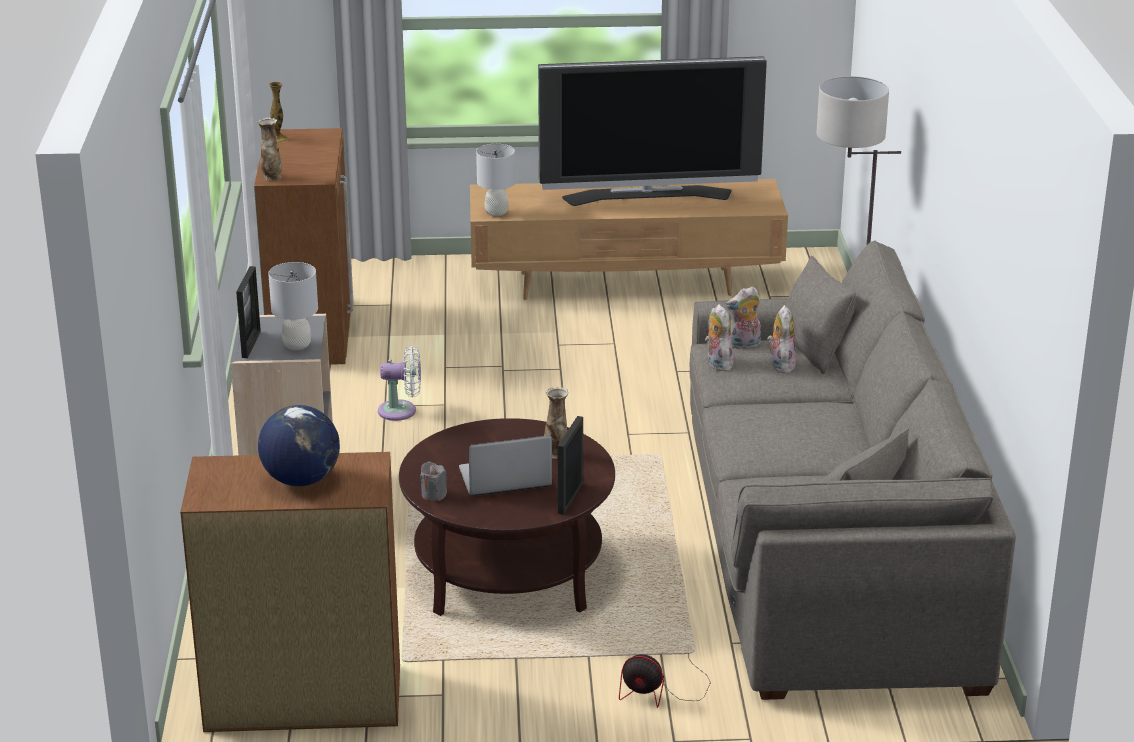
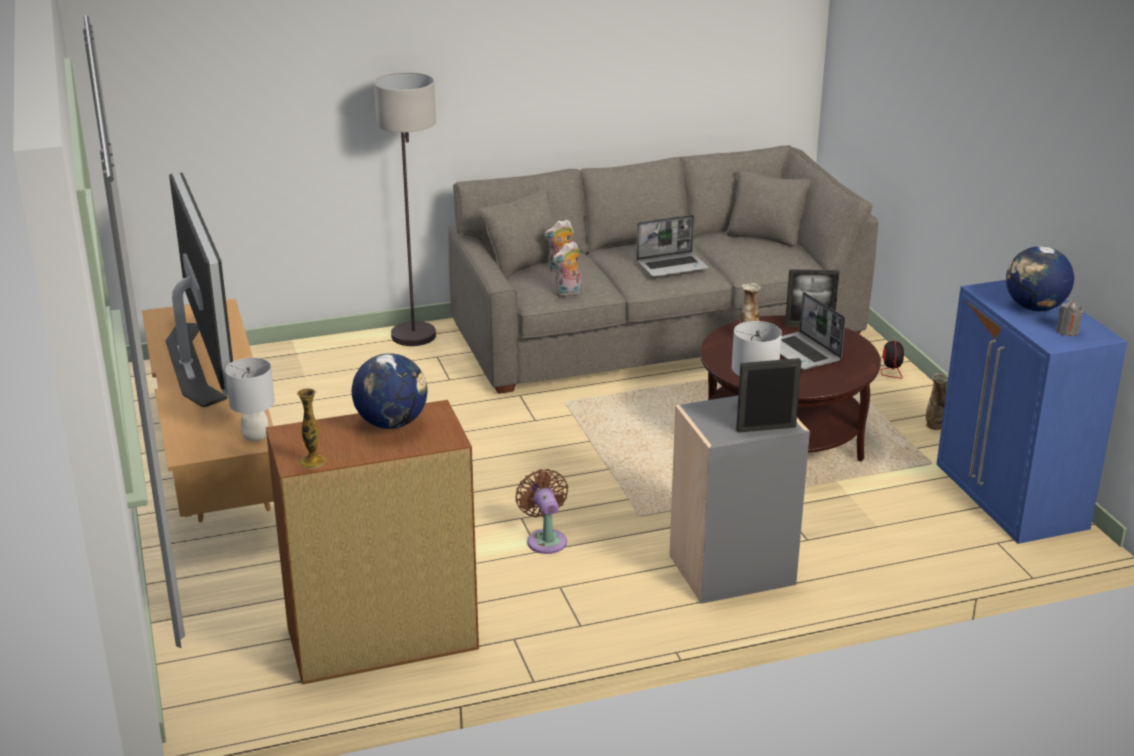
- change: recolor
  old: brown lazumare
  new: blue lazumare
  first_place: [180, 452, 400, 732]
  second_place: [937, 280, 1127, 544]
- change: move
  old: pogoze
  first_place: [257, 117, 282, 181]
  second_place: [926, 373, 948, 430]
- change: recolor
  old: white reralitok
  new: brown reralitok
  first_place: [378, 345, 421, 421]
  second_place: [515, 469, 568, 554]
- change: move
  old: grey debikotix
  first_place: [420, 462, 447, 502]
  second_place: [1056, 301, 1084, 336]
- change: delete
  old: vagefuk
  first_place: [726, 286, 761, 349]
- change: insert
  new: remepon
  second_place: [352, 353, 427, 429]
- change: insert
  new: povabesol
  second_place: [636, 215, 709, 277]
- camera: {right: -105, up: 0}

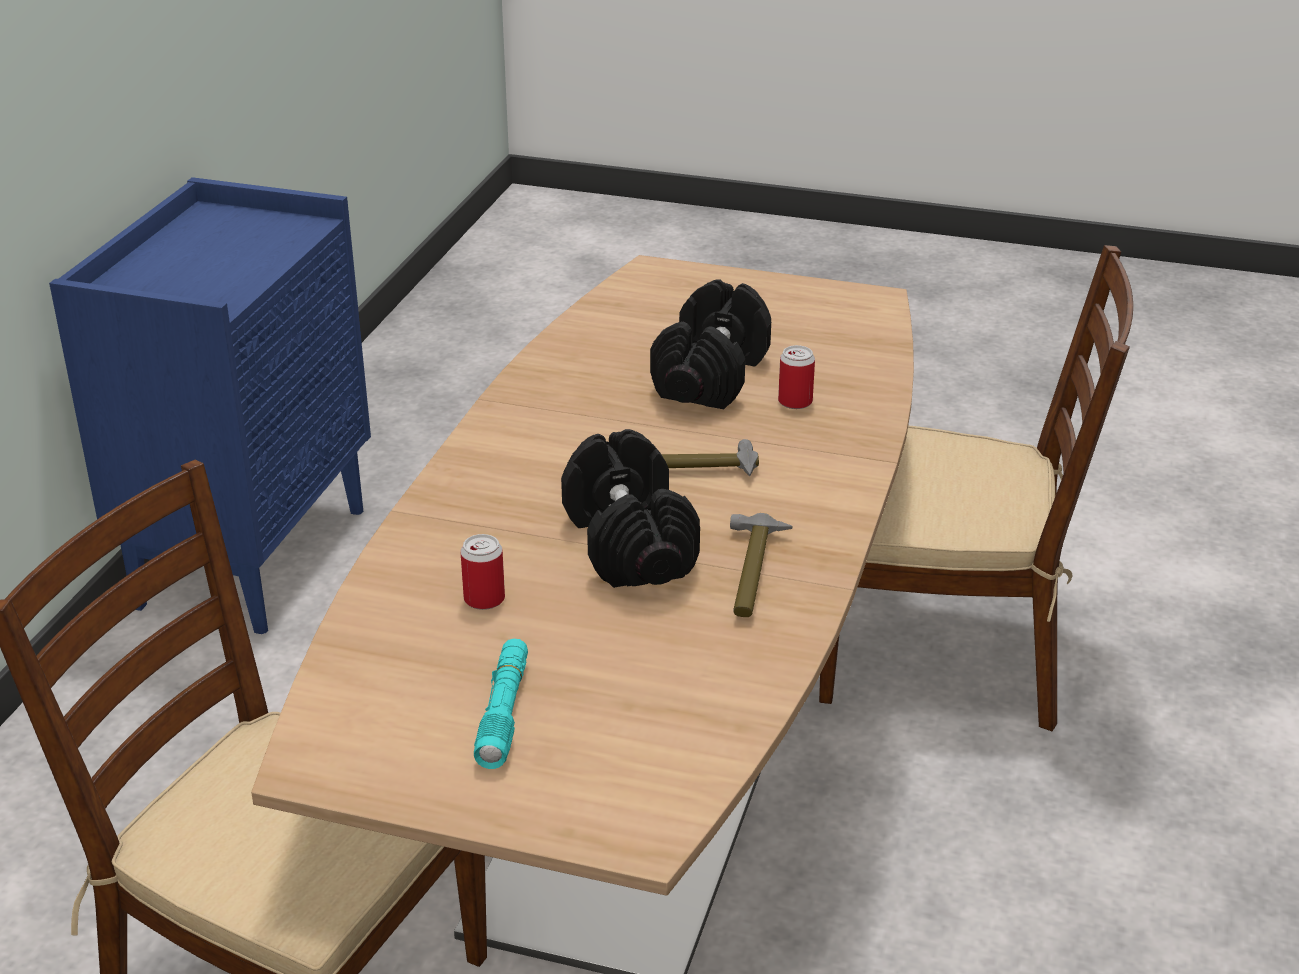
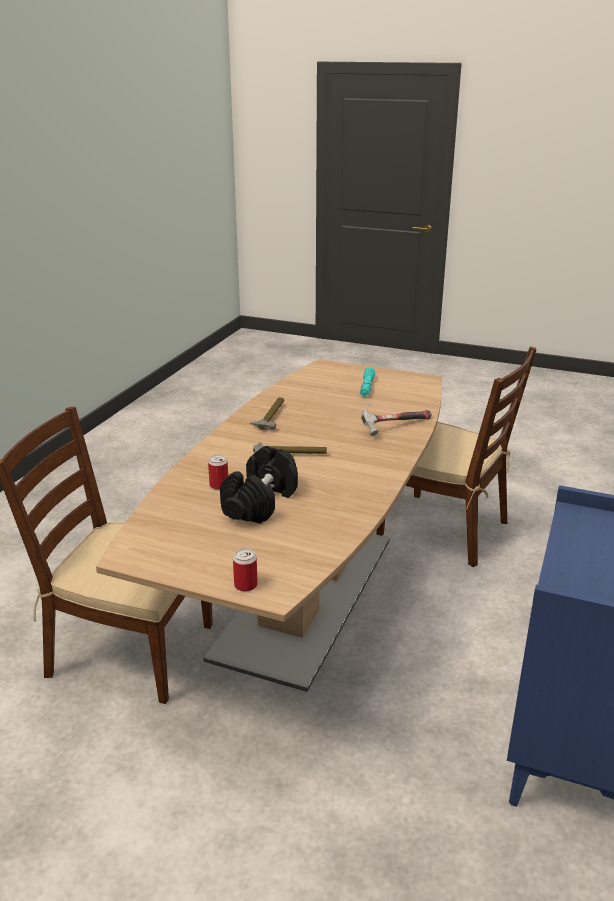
- change: move
  old: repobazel
  first_place: [460, 534, 505, 610]
  second_place: [233, 548, 258, 592]
- change: delete
  old: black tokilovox
  first_place: [561, 429, 700, 588]
- change: insert
  new: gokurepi
  second_place: [361, 402, 431, 436]
- camera: {right: -175, up: -5}

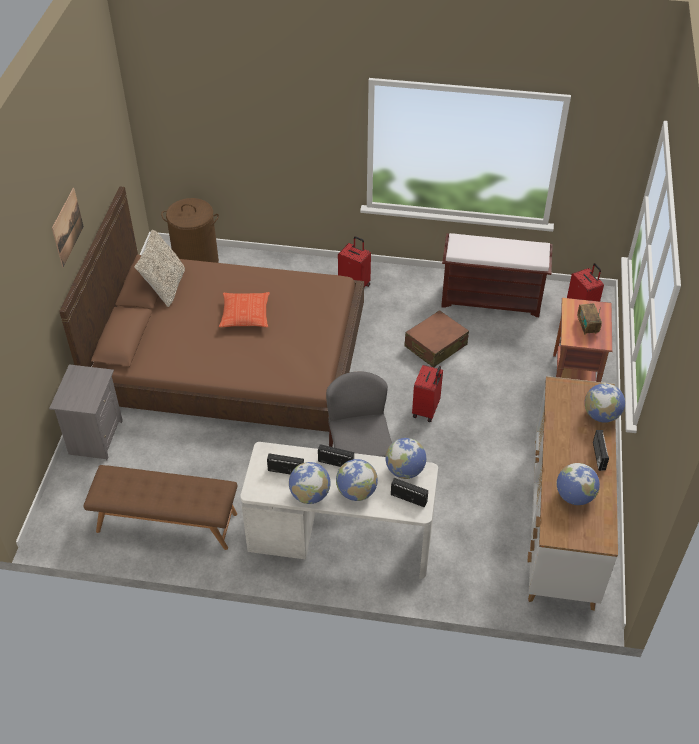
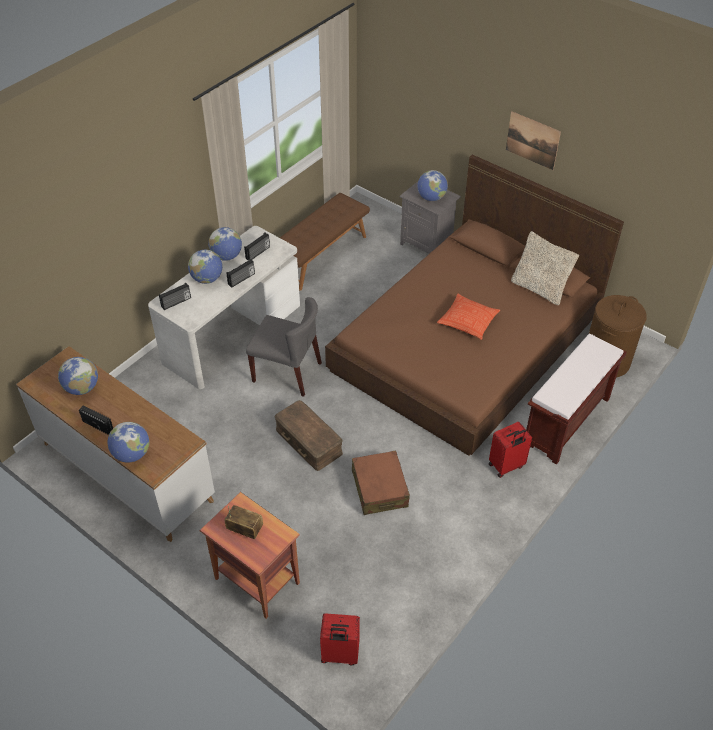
- change: move
  old: remepon
  first_place: [385, 438, 426, 479]
  second_place: [417, 170, 448, 201]
- change: replace
  old: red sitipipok
  new: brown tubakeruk
  first_place: [412, 365, 443, 422]
  second_place: [274, 400, 343, 471]
- change: move
  old: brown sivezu
  first_place: [441, 233, 553, 317]
  second_place: [526, 334, 627, 465]
- camera: {right: 120, up: 0}

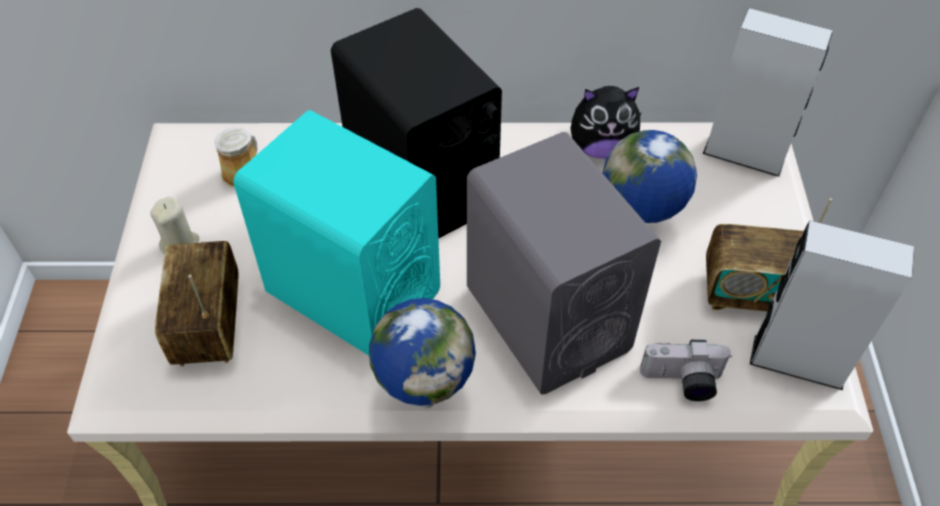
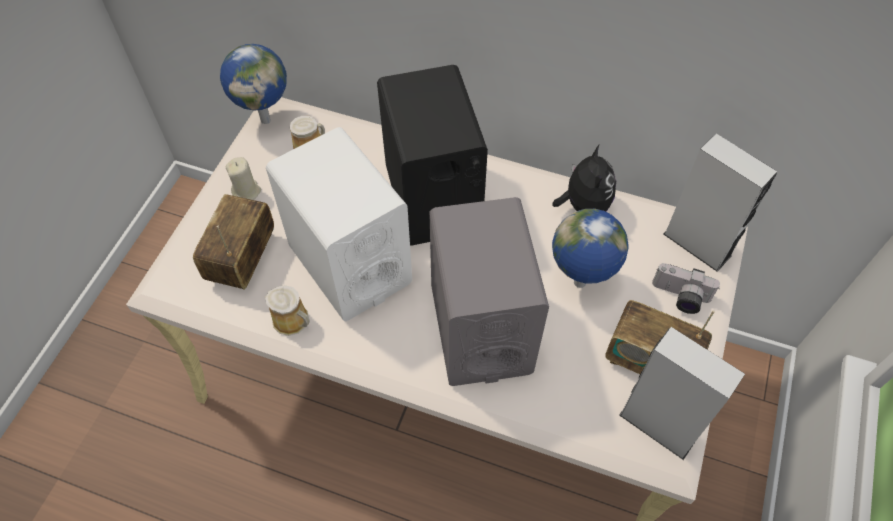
- change: recolor
  old: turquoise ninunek
  new: white ninunek
  first_place: [233, 110, 440, 355]
  second_place: [266, 127, 412, 321]
- change: move
  old: remepon
  first_place: [369, 298, 476, 408]
  second_place: [220, 44, 287, 124]
- change: rotate
  old: vagefuk
  first_place: [571, 86, 642, 159]
  second_place: [552, 145, 616, 212]
  degrees: -105
- change: move
  old: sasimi
  first_place: [640, 340, 731, 401]
  second_place: [652, 263, 720, 314]
- change: insert
  new: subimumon
  second_place: [265, 285, 310, 336]
- camera: {right: 20, up: 5}

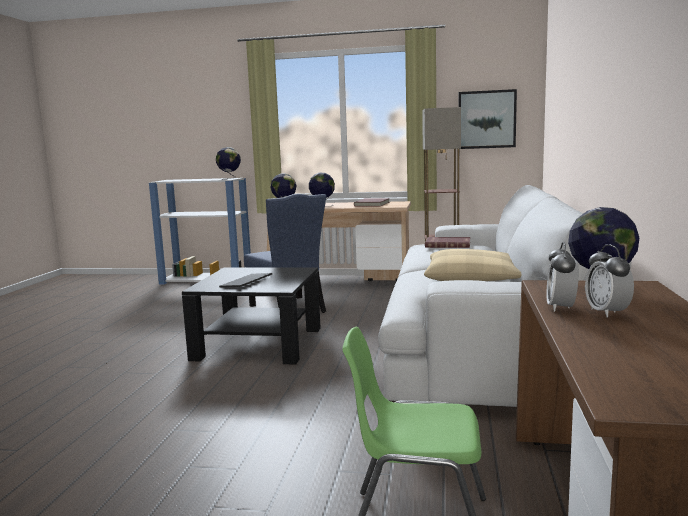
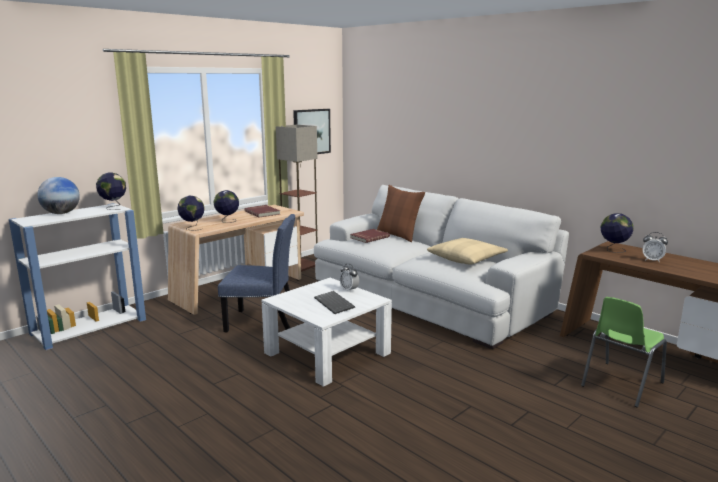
- change: recolor
  old: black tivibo
  new: white tivibo
  first_place: [182, 267, 320, 365]
  second_place: [262, 278, 392, 387]
- change: move
  old: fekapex
  first_place: [547, 242, 579, 312]
  second_place: [340, 263, 359, 292]
- change: insert
  new: remepon
  second_place: [37, 177, 80, 214]
- change: insert
  new: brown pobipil
  second_place: [377, 185, 425, 242]
- camera: {right: -55, up: 5}

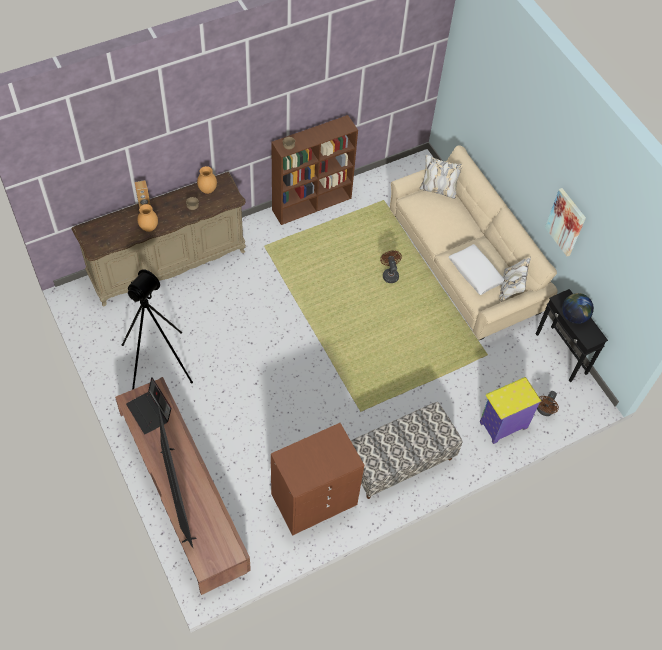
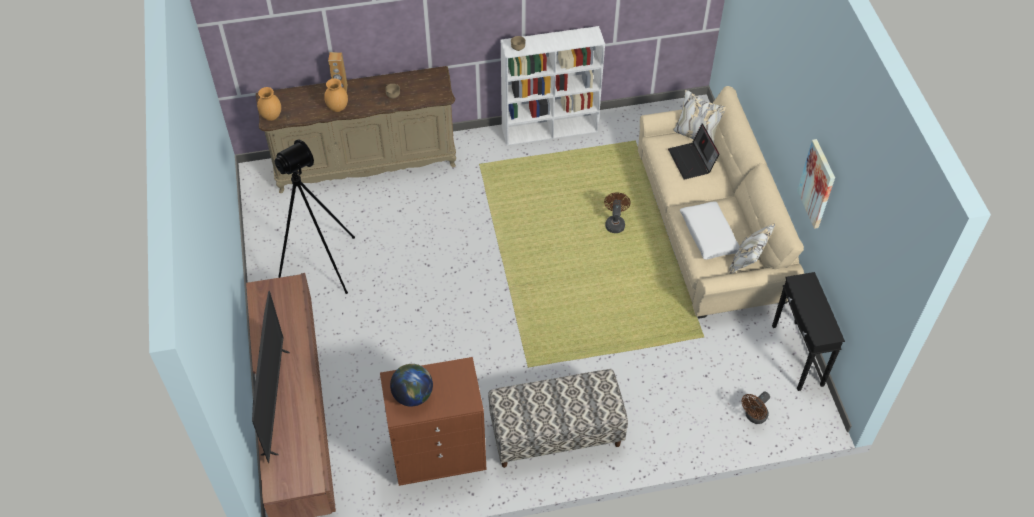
- change: move
  old: povabesol
  first_place: [126, 377, 171, 434]
  second_place: [668, 124, 719, 179]
- change: move
  old: brown pogoze
  first_place: [197, 166, 217, 194]
  second_place: [257, 87, 281, 121]
- change: recolor
  old: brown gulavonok
  new: white gulavonok
  first_place: [271, 115, 358, 225]
  second_place: [501, 26, 605, 146]
- change: delete
  old: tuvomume
  first_place: [480, 377, 542, 444]
- change: move
  old: remepon
  first_place: [562, 293, 594, 324]
  second_place: [390, 364, 433, 407]
- camera: {right: 20, up: -5}

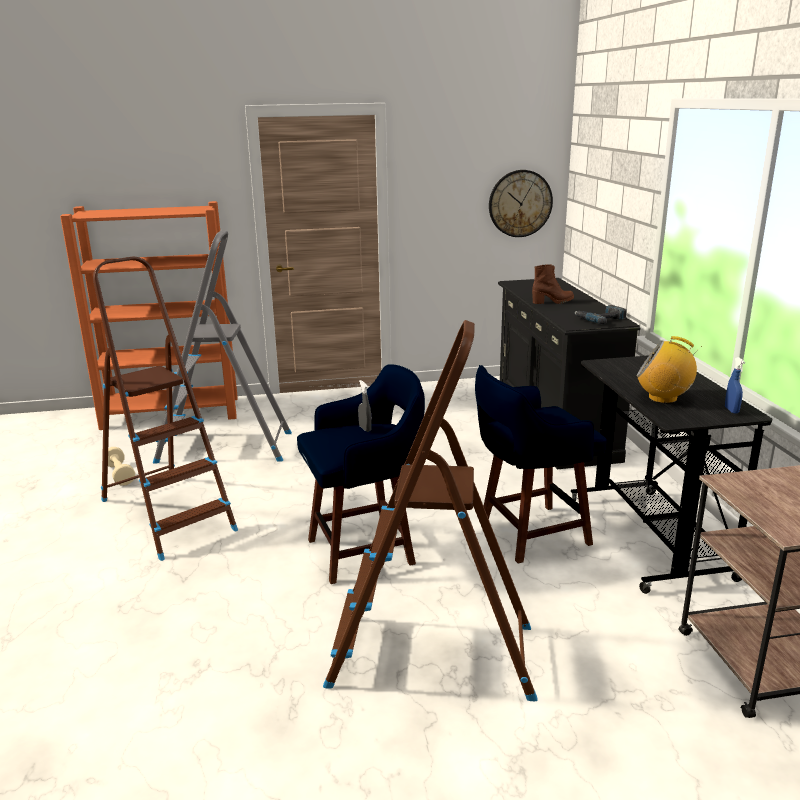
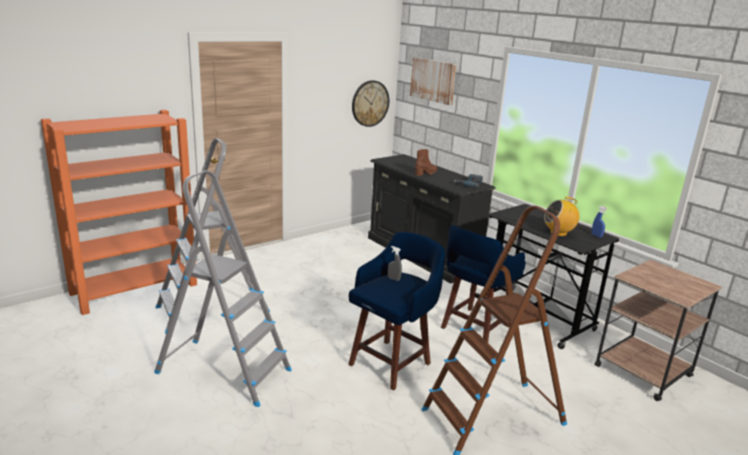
- change: recolor
  old: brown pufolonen
  new: grey pufolonen
  first_place: [93, 257, 238, 561]
  second_place: [154, 170, 292, 407]
- change: delete
  old: beige tokilovox
  first_place: [108, 447, 135, 486]
- change: insert
  new: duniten
  second_place: [410, 57, 456, 105]
- camera: {right: -30, up: 0}

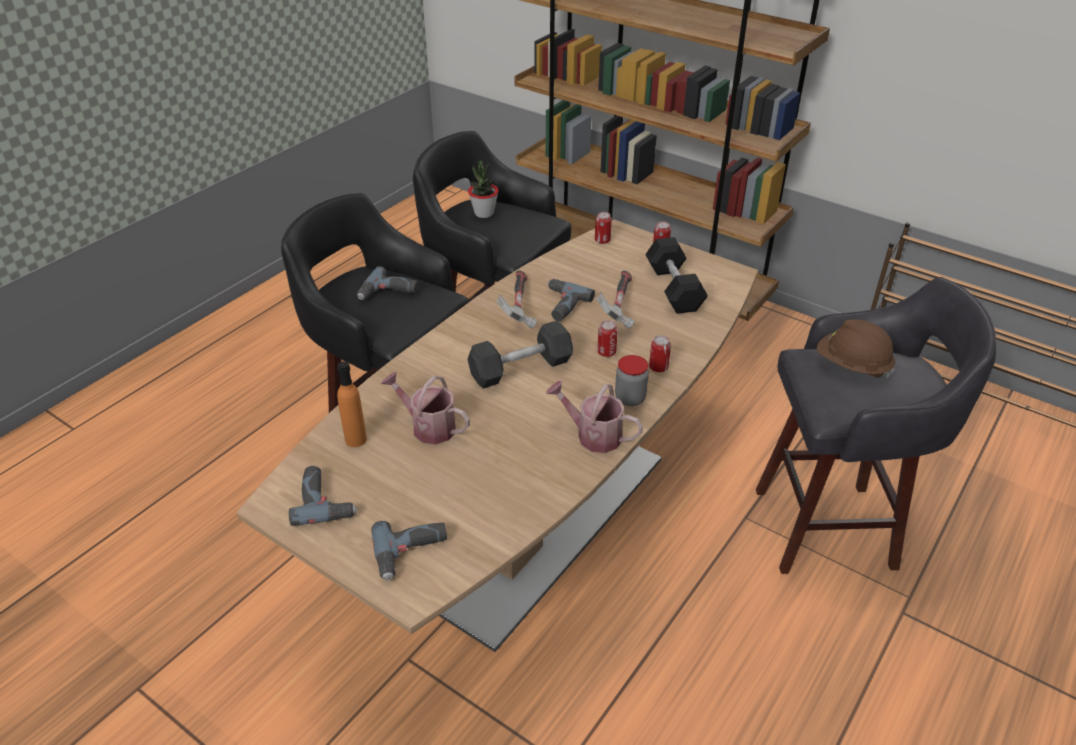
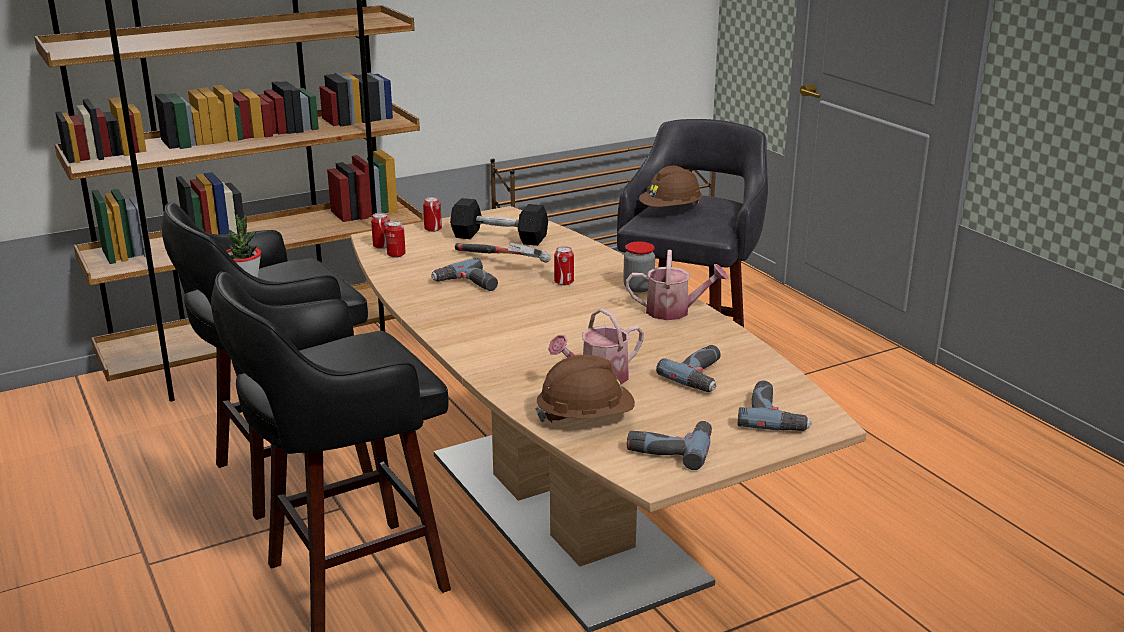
- change: replace
  old: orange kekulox
  new: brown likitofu
  first_place: [337, 362, 367, 447]
  second_place: [535, 355, 635, 422]
- change: move
  old: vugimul
  first_place: [357, 266, 419, 300]
  second_place: [656, 345, 721, 392]
- change: delete
  old: grey tokilovox
  first_place: [468, 320, 573, 389]
- change: delete
  old: gokurepi
  first_place: [497, 271, 537, 329]
- change: rotate
  old: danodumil
  first_place: [546, 381, 643, 453]
  second_place: [626, 250, 729, 320]
  degrees: -135
- change: move
  old: repobazel
  first_place: [649, 335, 671, 372]
  second_place: [385, 221, 406, 258]
- camera: {right: -65, up: -15}

